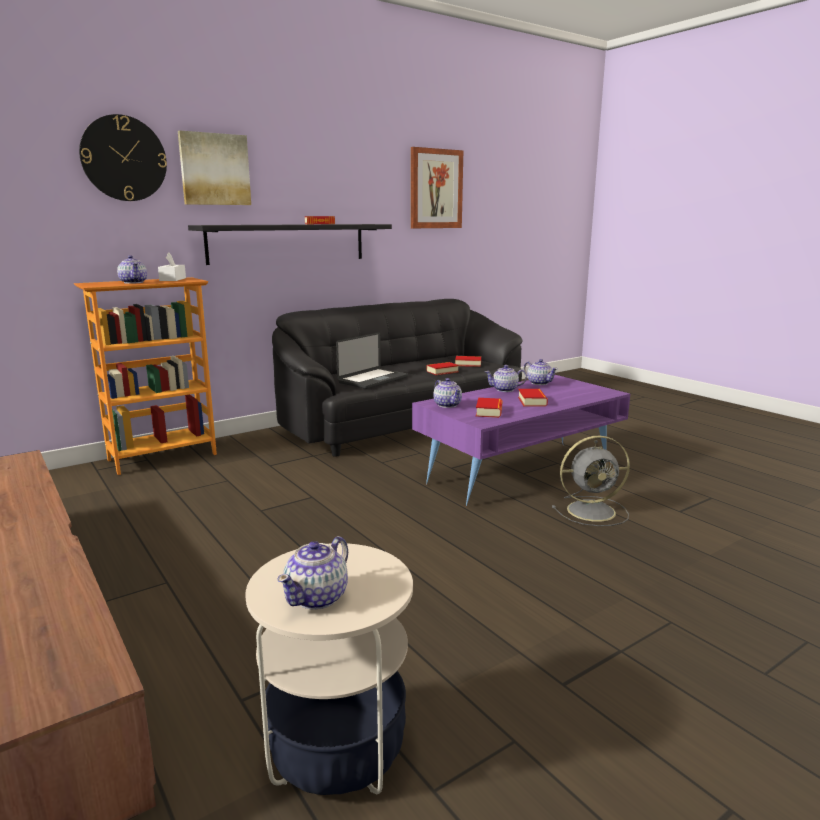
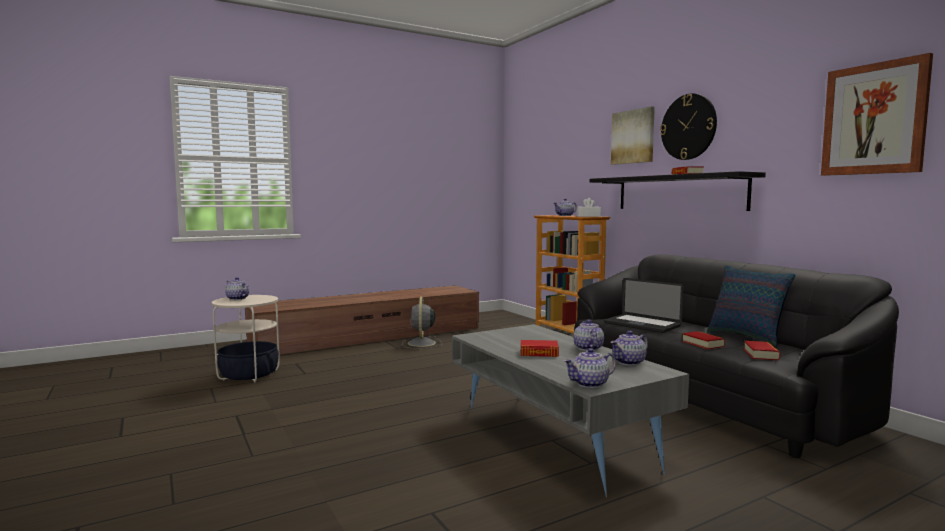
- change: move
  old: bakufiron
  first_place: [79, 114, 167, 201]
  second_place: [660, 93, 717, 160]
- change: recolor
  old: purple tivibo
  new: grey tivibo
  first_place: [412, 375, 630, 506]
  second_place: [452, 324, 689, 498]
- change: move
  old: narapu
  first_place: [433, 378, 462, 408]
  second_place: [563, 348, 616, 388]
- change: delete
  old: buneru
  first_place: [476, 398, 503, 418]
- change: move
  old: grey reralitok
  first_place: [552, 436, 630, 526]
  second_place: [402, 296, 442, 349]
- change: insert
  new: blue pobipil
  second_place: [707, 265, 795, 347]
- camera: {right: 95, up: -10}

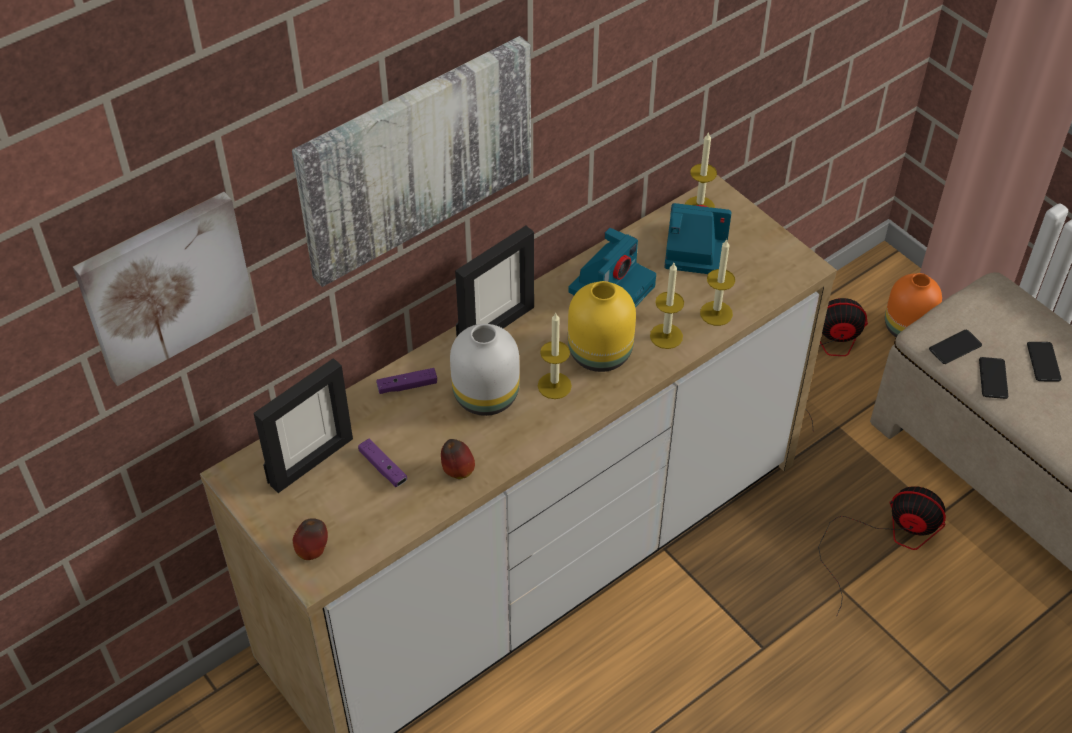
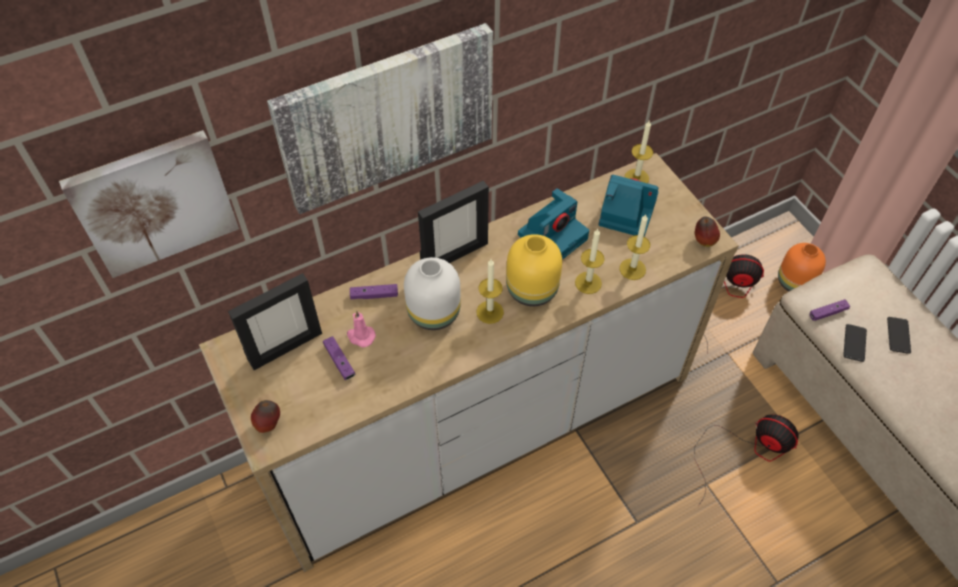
- change: move
  old: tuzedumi
  first_place: [441, 439, 475, 479]
  second_place: [695, 216, 720, 247]
- change: replace
  old: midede
  new: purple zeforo
  first_place: [929, 330, 982, 364]
  second_place: [810, 299, 850, 321]
- change: insert
  new: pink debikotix
  second_place: [347, 310, 376, 347]
- camera: {right: 10, up: 5}

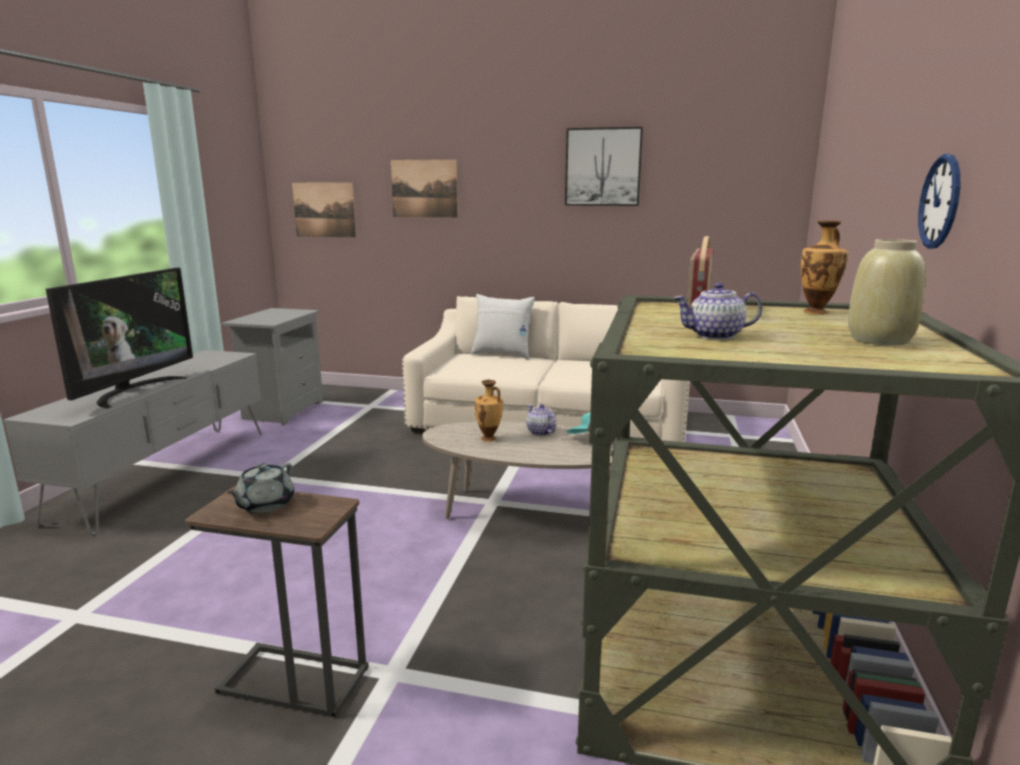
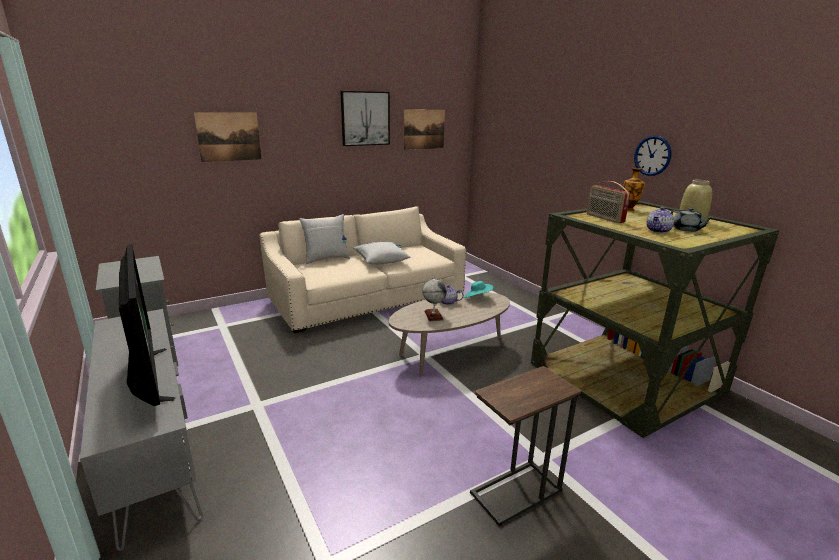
- change: move
  old: grey narapu
  first_place: [227, 463, 294, 513]
  second_place: [671, 208, 712, 232]
- change: move
  old: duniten
  first_place: [292, 183, 356, 238]
  second_place: [404, 109, 445, 150]
- change: replace
  old: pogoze
  new: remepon
  first_place: [475, 380, 503, 442]
  second_place: [423, 277, 447, 321]
- change: insert
  new: grey pobipil
  second_place: [353, 241, 411, 264]
- camera: {right: -45, up: 5}

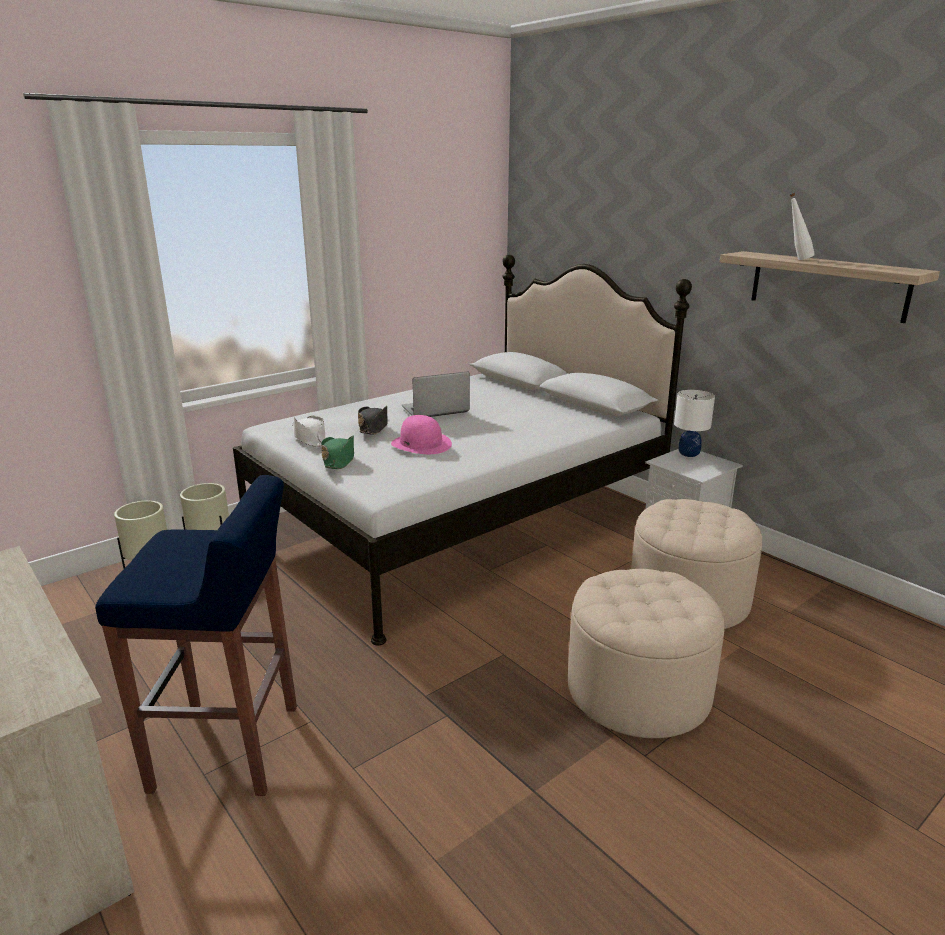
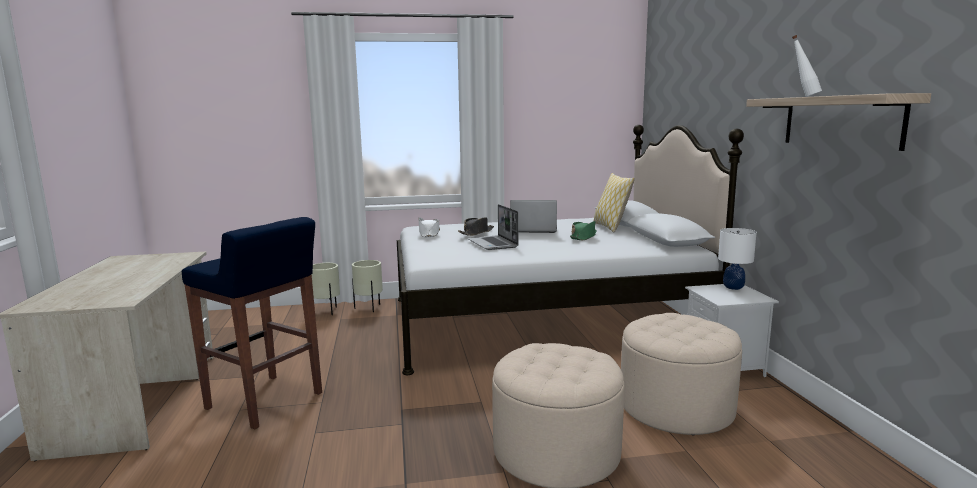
- change: move
  old: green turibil
  first_place: [321, 436, 354, 469]
  second_place: [570, 221, 597, 240]
- change: replace
  old: pink turibil
  new: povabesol
  first_place: [391, 415, 452, 454]
  second_place: [468, 204, 518, 250]
- change: insert
  new: pobipil
  second_place: [594, 173, 635, 232]
- camera: {right: 30, up: -10}

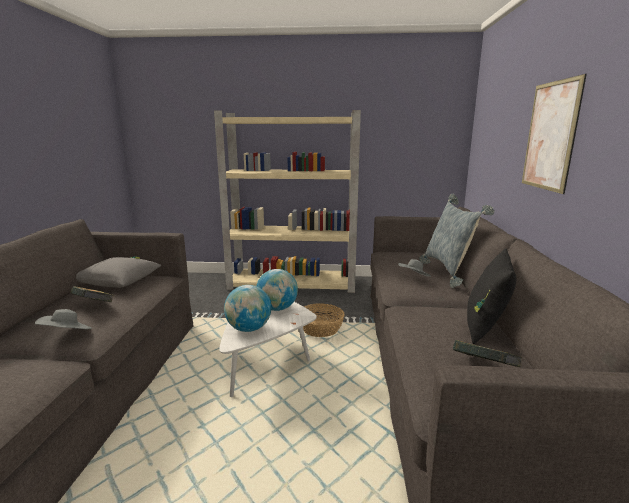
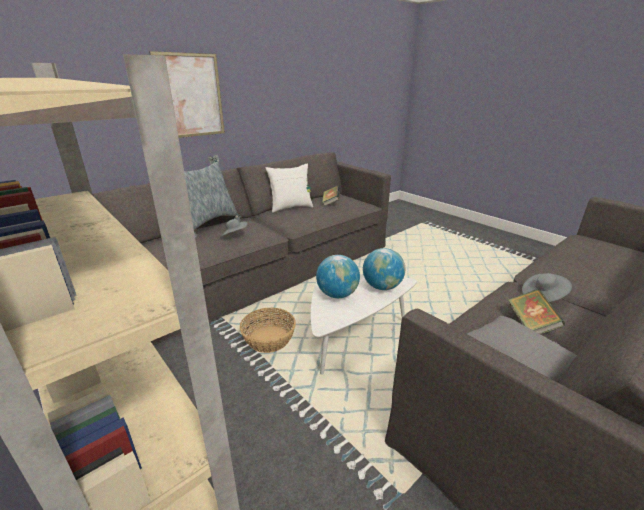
- change: recolor
  old: black pobipil
  new: white pobipil
  first_place: [467, 248, 516, 344]
  second_place: [266, 163, 313, 213]
- camera: {right: -135, up: 10}

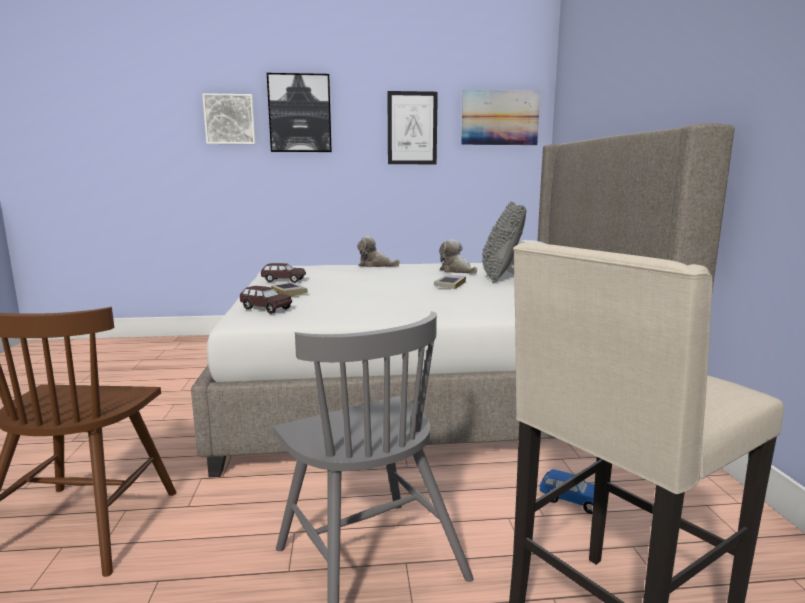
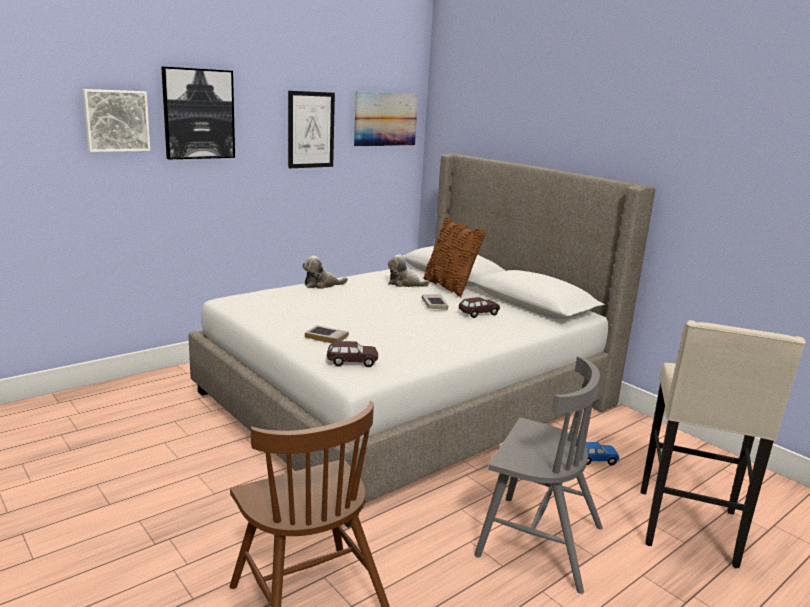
- change: move
  old: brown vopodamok
  first_place: [261, 263, 306, 283]
  second_place: [459, 297, 500, 318]
- change: recolor
  old: grey pobipil
  new: brown pobipil
  first_place: [482, 201, 526, 283]
  second_place: [423, 217, 486, 297]
- camera: {right: -35, up: 5}

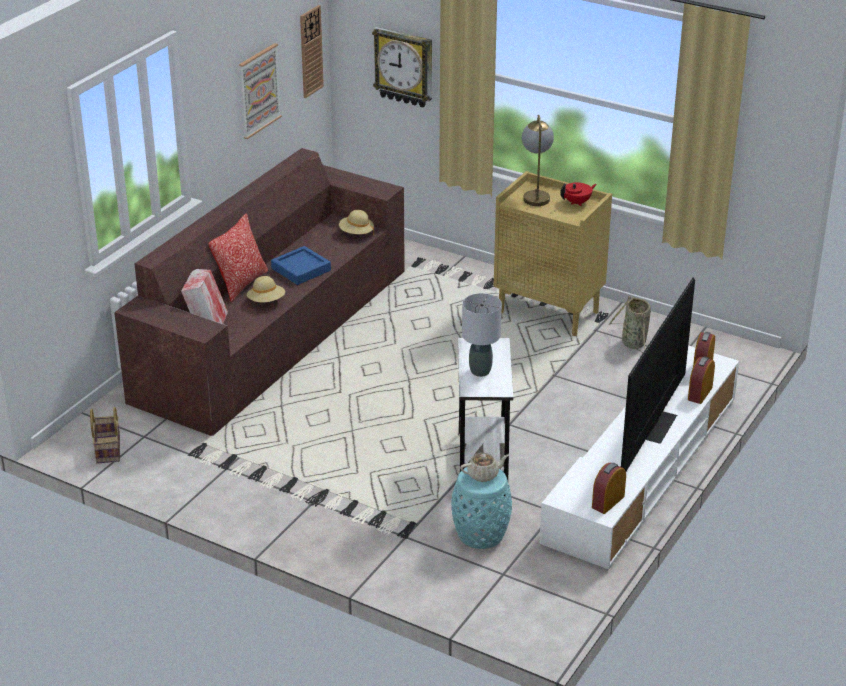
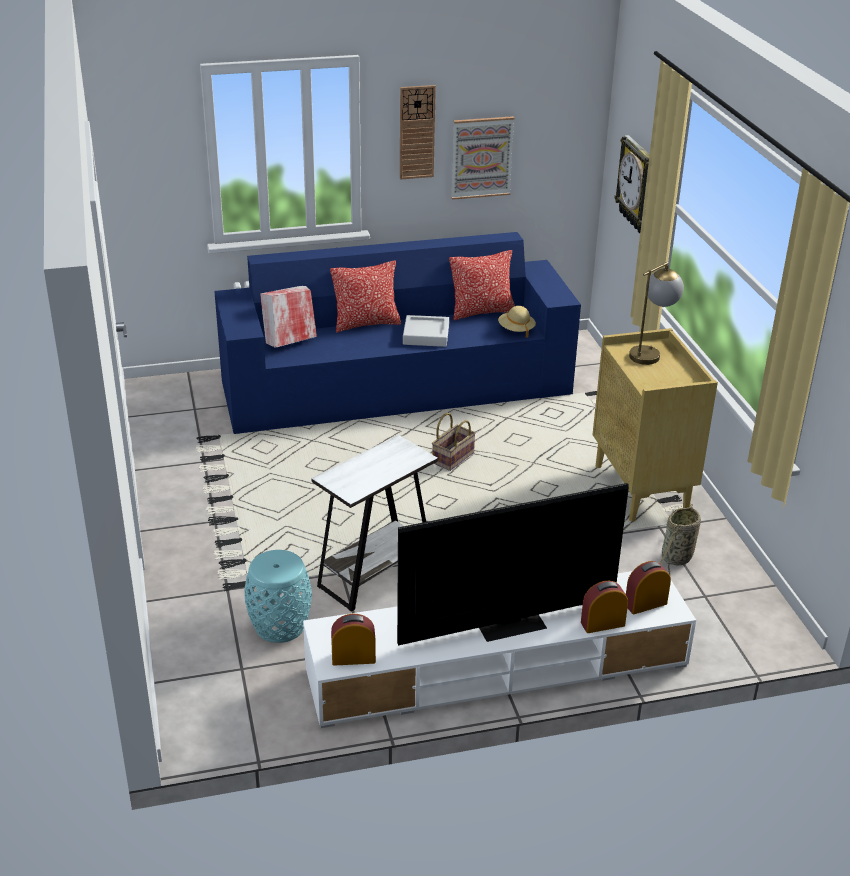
- change: move
  old: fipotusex
  first_place: [90, 407, 120, 464]
  second_place: [432, 413, 476, 471]
- change: recolor
  old: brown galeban
  new: blue galeban
  first_place: [114, 148, 405, 436]
  second_place: [214, 232, 581, 434]
- change: delete
  old: beige turibil
  first_place: [247, 276, 285, 303]
- change: recolor
  old: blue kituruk
  new: grey kituruk
  first_place: [271, 246, 331, 285]
  second_place: [403, 315, 449, 347]
- change: move
  old: bakufiron
  first_place: [300, 5, 324, 98]
  second_place: [400, 85, 436, 180]
- change: delete
  old: beige narapu
  first_place: [460, 453, 509, 482]
- change: delete
  old: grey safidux
  first_place: [462, 293, 502, 377]
- change: delete
  old: red narapu
  first_place: [560, 183, 597, 206]
- change: insert
  new: pobipil
  second_place: [449, 250, 515, 321]
- camera: {right: 45, up: 0}

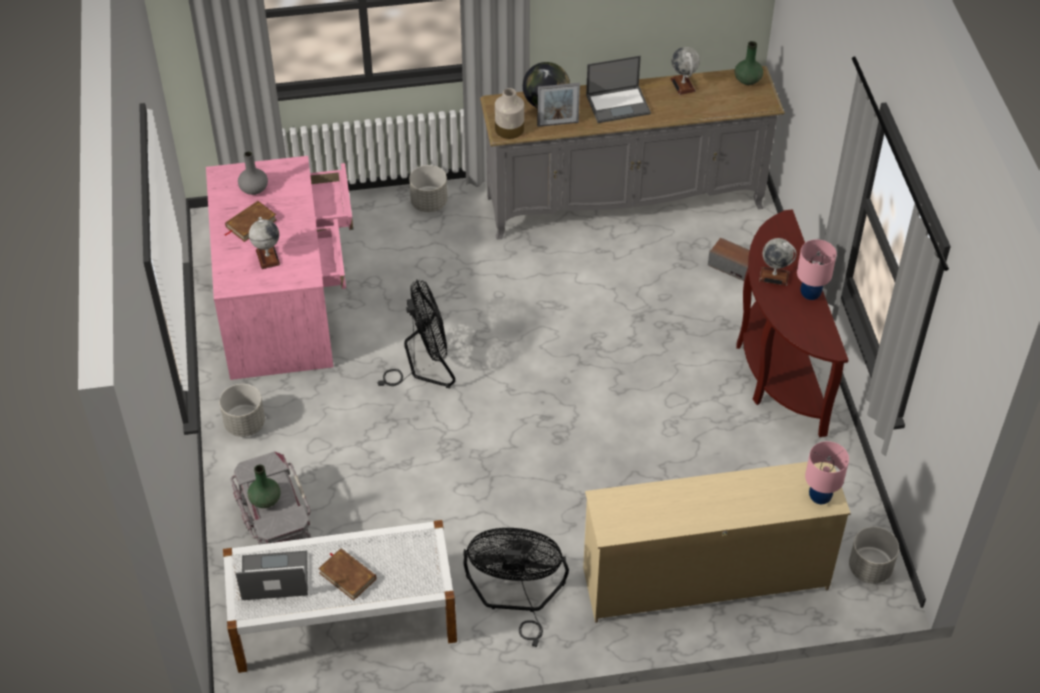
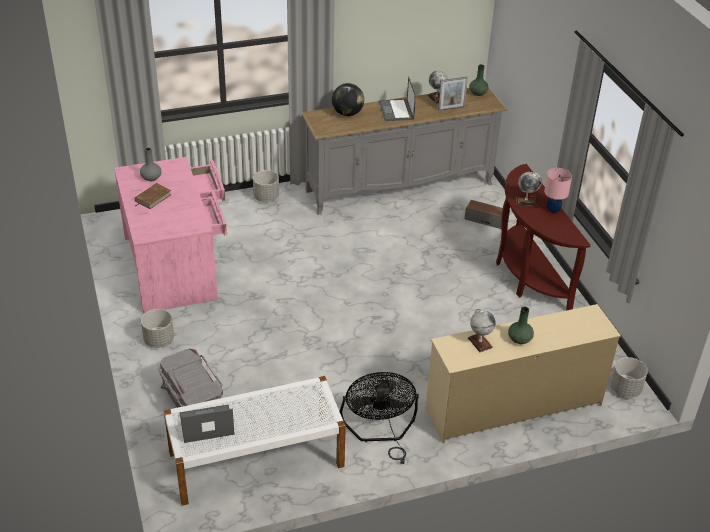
- change: move
  old: green pogoze
  first_place: [248, 465, 281, 508]
  second_place: [508, 307, 534, 344]
- change: move
  old: remepon
  first_place: [249, 217, 280, 269]
  second_place: [468, 308, 496, 352]
- change: delete
  old: brown buneru
  first_place: [318, 548, 376, 601]
- change: delete
  old: black reralitok
  first_place: [376, 279, 455, 389]
- change: delete
  old: beige pogoze
  first_place: [495, 88, 524, 139]
- change: move
  old: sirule
  first_place: [537, 83, 580, 127]
  second_place: [438, 77, 468, 111]
- change: rotate
  old: povabesol
  first_place: [586, 56, 651, 123]
  second_place: [379, 76, 416, 121]
  degrees: 105
- change: delete
  old: pink safidux
  first_place: [805, 441, 849, 504]
- camera: {right: -10, up: -10}

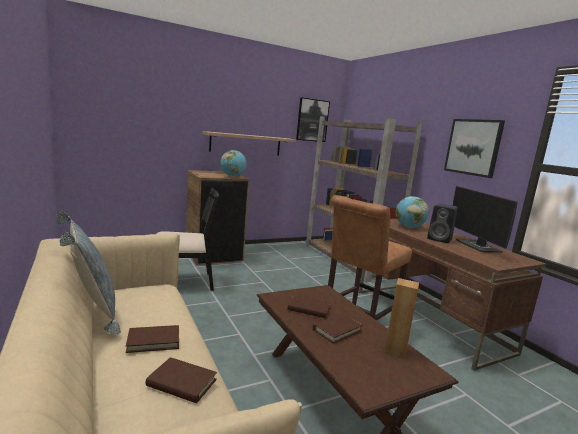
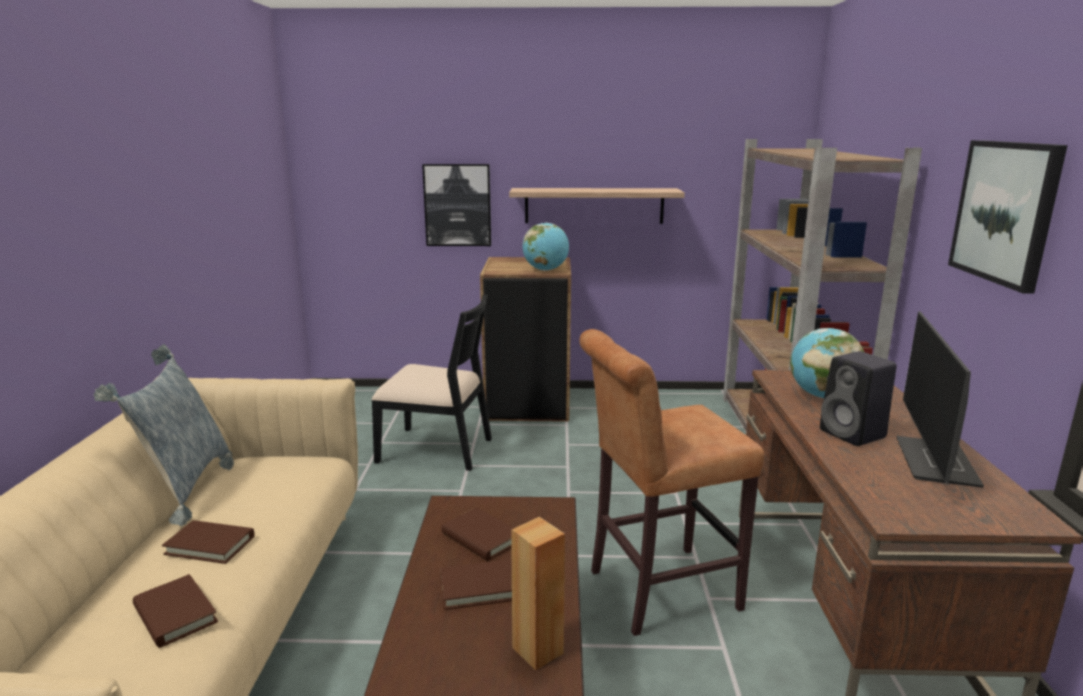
- change: move
  old: duniten
  first_place: [296, 97, 330, 142]
  second_place: [422, 164, 491, 246]
- camera: {right: 30, up: 5}

